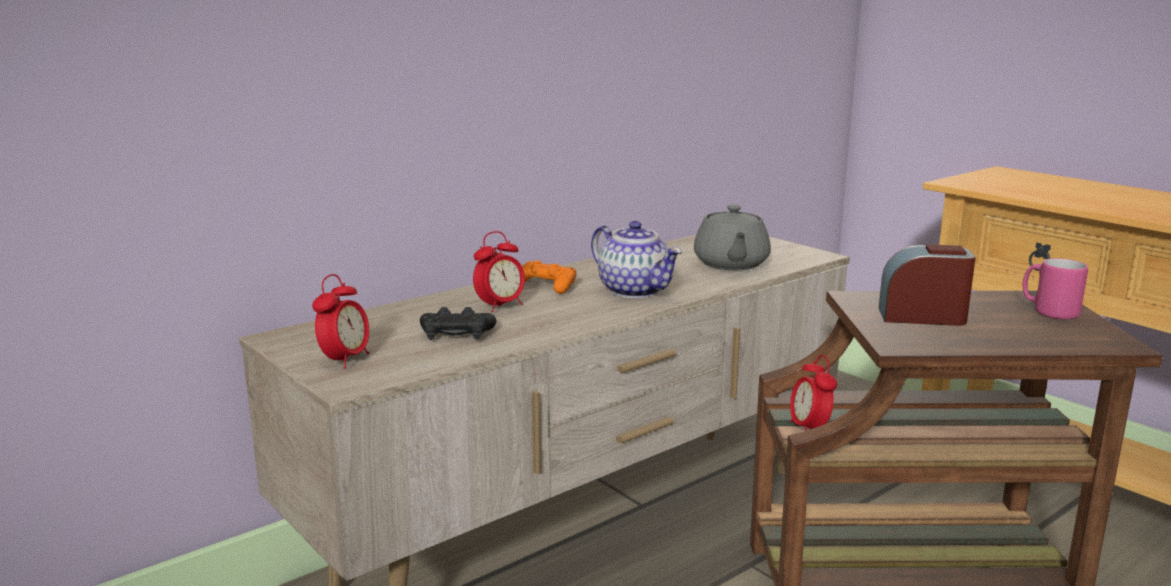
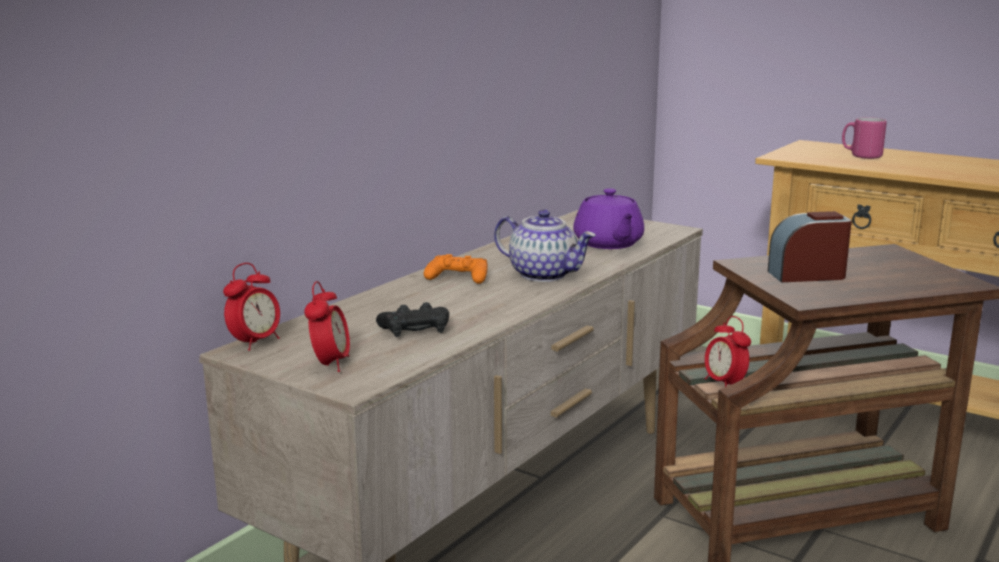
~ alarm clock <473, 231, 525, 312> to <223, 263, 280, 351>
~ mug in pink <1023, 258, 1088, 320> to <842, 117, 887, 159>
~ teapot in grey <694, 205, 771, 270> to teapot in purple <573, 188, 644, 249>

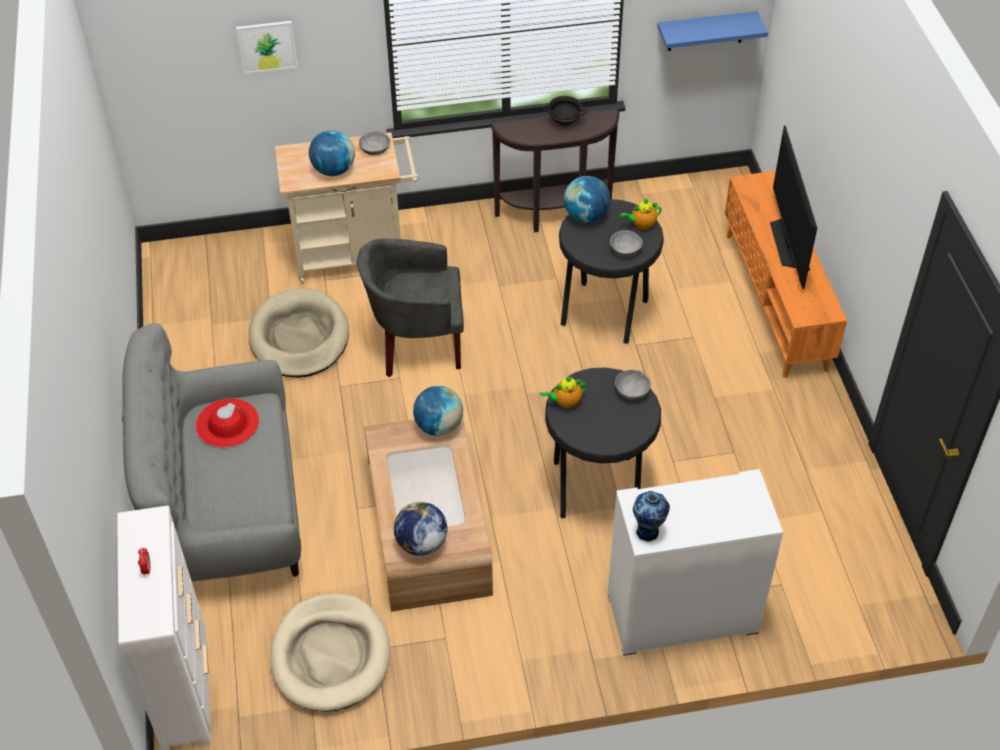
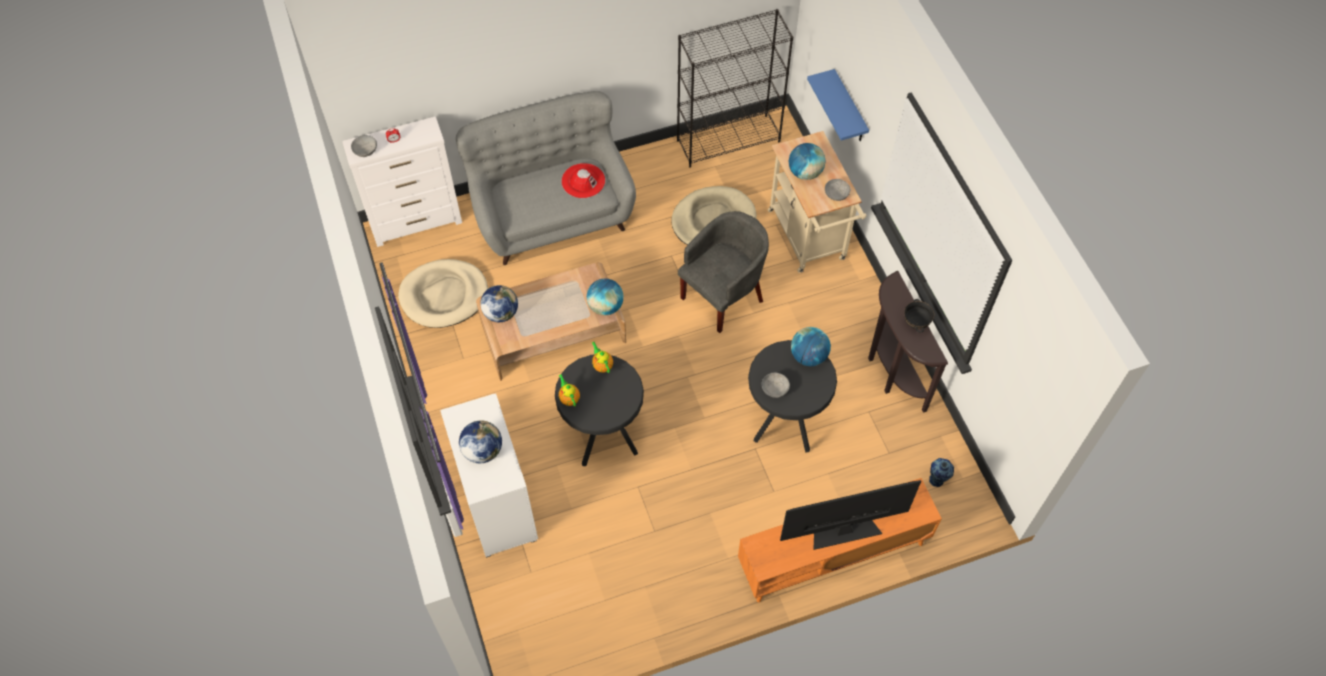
- picture <236, 21, 298, 74>
+ globe <459, 420, 502, 463>
+ bookcase in black <677, 9, 793, 168>
~ bowl in grey <615, 370, 651, 400> to <351, 135, 377, 157>
~ teapot <620, 198, 662, 230> to <559, 374, 580, 407>
~ vase <633, 491, 670, 542> to <928, 458, 954, 487>
~ shelf in blue <657, 11, 768, 51> to <807, 69, 869, 141>
~ armchair in grey <357, 239, 464, 377> = <678, 211, 769, 333> 60 degrees clockwise

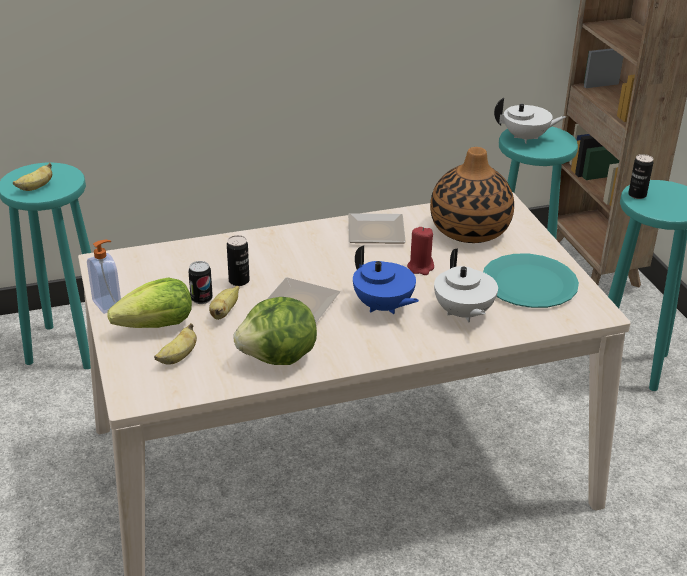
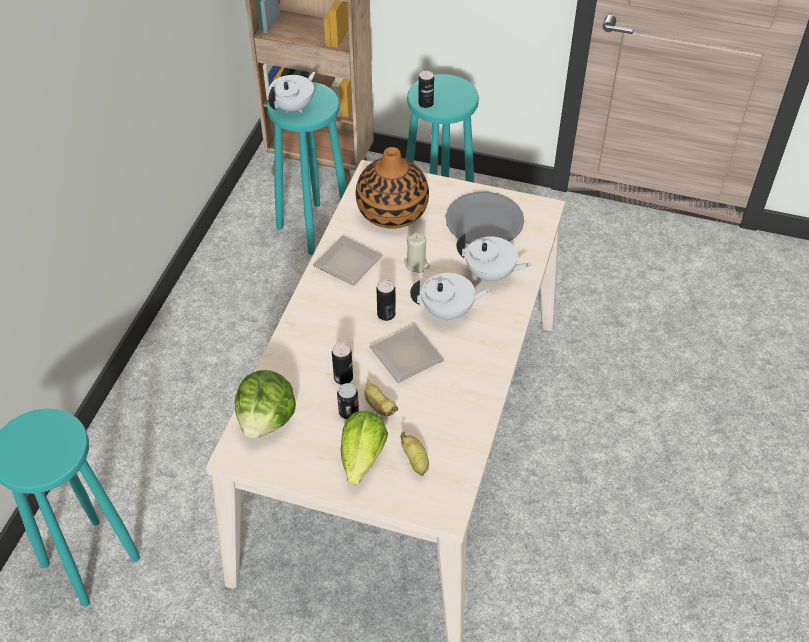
- banana <13, 163, 52, 191>
- soap dispenser <87, 240, 121, 314>
+ can <377, 279, 396, 321>
~ lettuce <233, 297, 317, 365> to <235, 370, 296, 438>
~ teapot in blue <353, 245, 419, 314> to teapot in white <410, 273, 491, 322>
~ candle in red <407, 227, 434, 275> to candle in beige <404, 233, 430, 273>
~ plate in turquoise <483, 254, 579, 308> to plate in grey <445, 191, 524, 244>

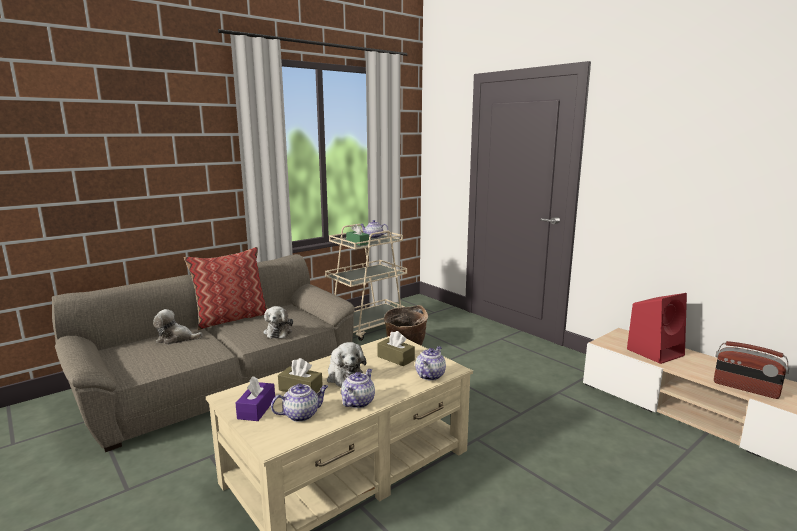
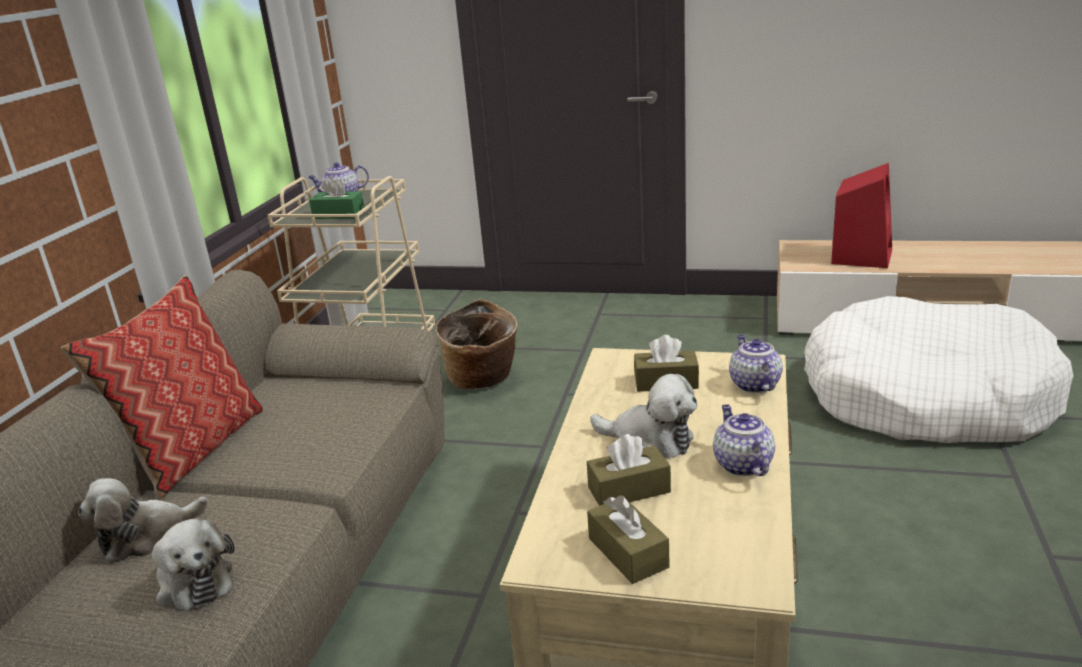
- teapot <271, 384, 328, 422>
- radio <714, 341, 789, 399>
+ dog bed in white <804, 296, 1074, 443>
~ plush toy <264, 306, 293, 339> to <152, 518, 235, 610>
~ tissue box in purple <235, 376, 275, 421> to tissue box in brown <587, 495, 670, 584>

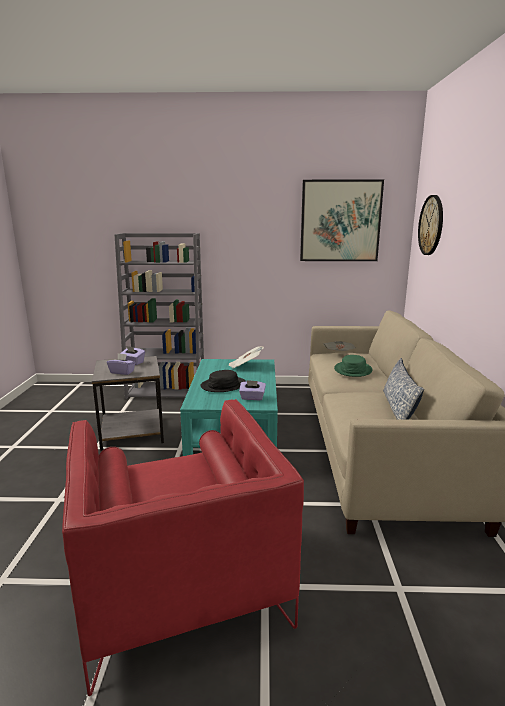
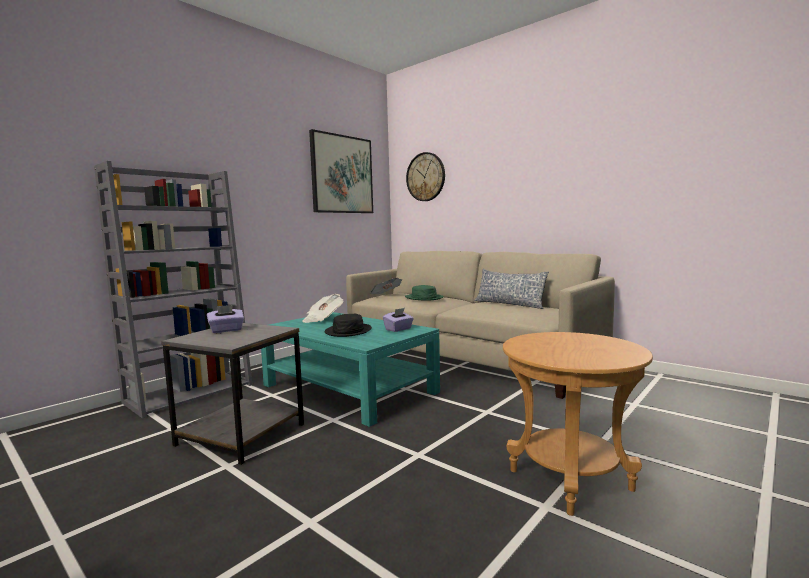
- tissue box in purple <107, 353, 136, 375>
~ armchair in red <62, 399, 304, 696> to side table in brown <503, 332, 653, 516>

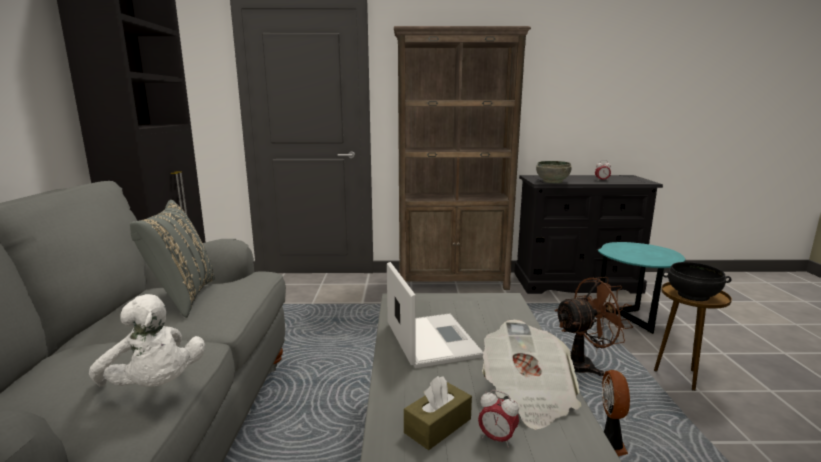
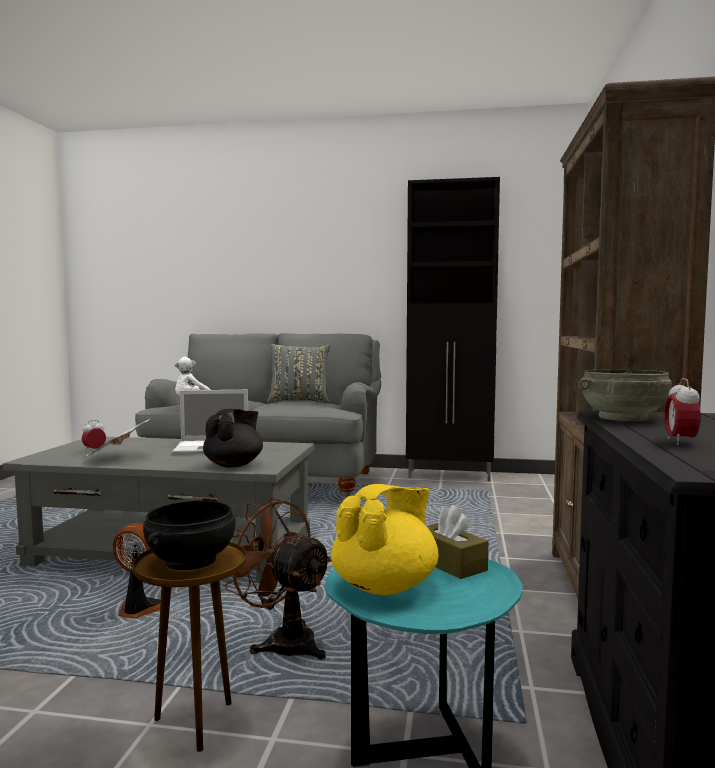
+ teapot in black <203, 409, 263, 467>
+ teapot in yellow <331, 484, 439, 595>
~ tissue box in brown <404, 376, 472, 450> to <426, 505, 488, 579>
~ fan in brown <554, 277, 633, 377> = <225, 498, 332, 660> 135 degrees clockwise

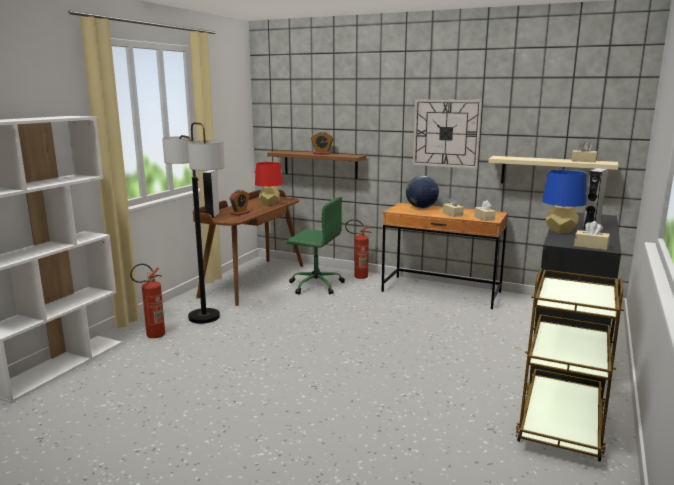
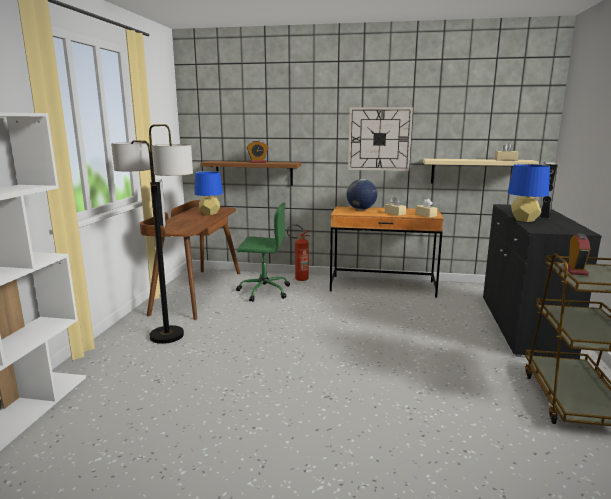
- fire extinguisher <130, 263, 165, 338>
- tissue box in beige <574, 221, 610, 250>
~ alarm clock <229, 190, 250, 216> to <564, 233, 590, 276>
~ table lamp in red <255, 162, 283, 205> to table lamp in blue <194, 171, 223, 215>

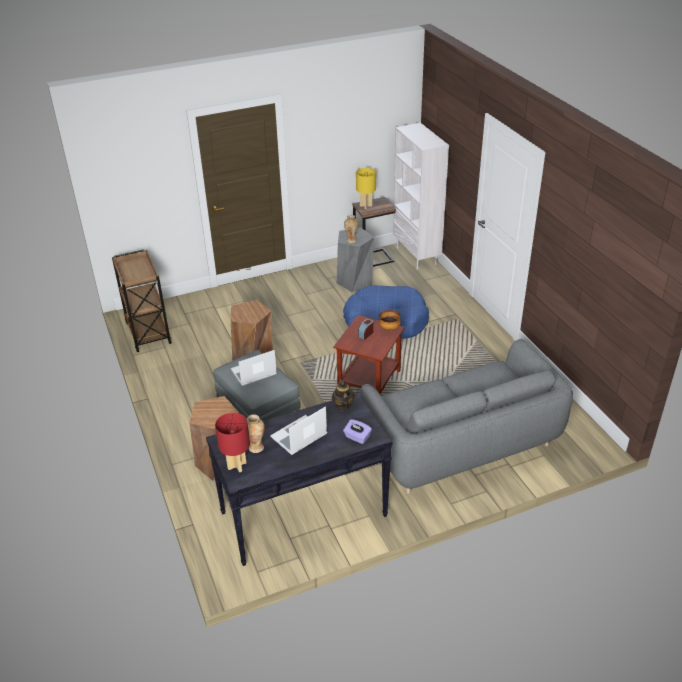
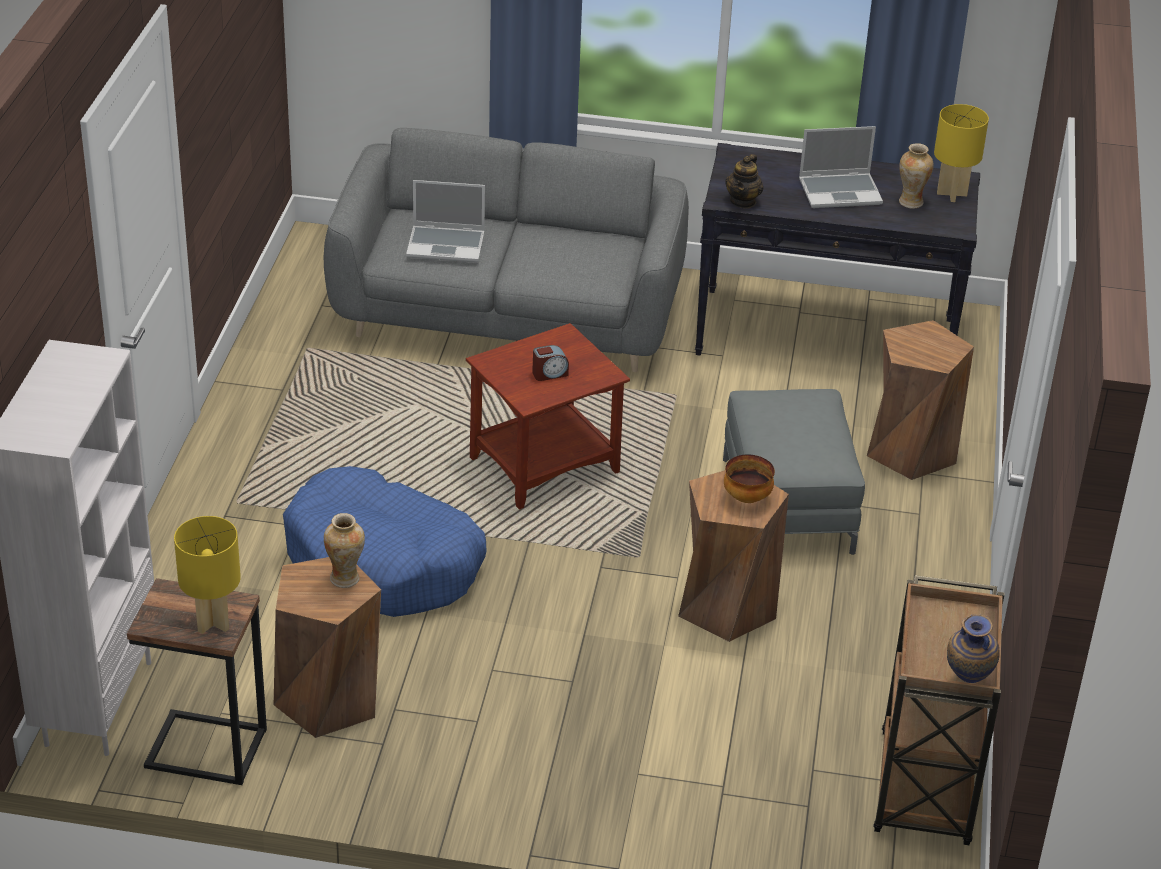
- tissue box in purple <343, 419, 372, 444>
+ vase <947, 614, 1000, 683>
~ laptop <231, 350, 277, 386> to <406, 180, 485, 262>
~ bowl <379, 310, 401, 331> to <724, 455, 775, 503>
~ table lamp in red <215, 413, 250, 472> to table lamp in yellow <934, 104, 989, 202>
~ stool in grey <337, 228, 374, 292> to stool in brown <274, 557, 381, 738>

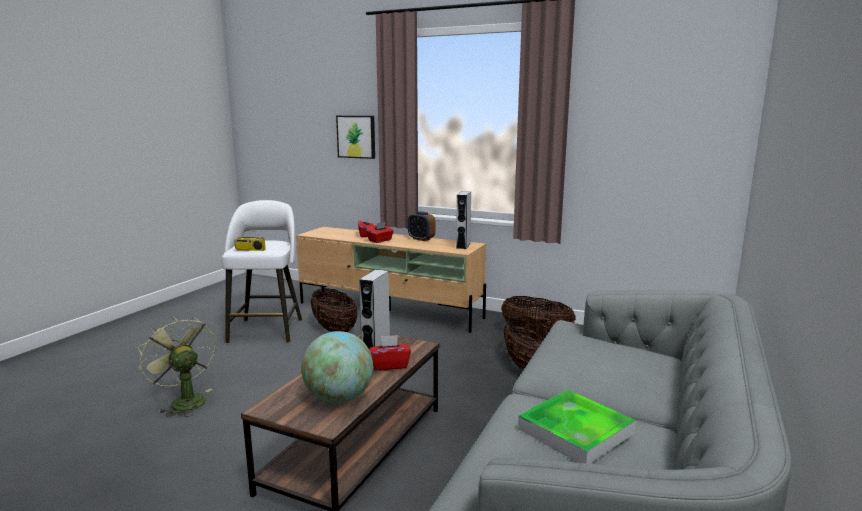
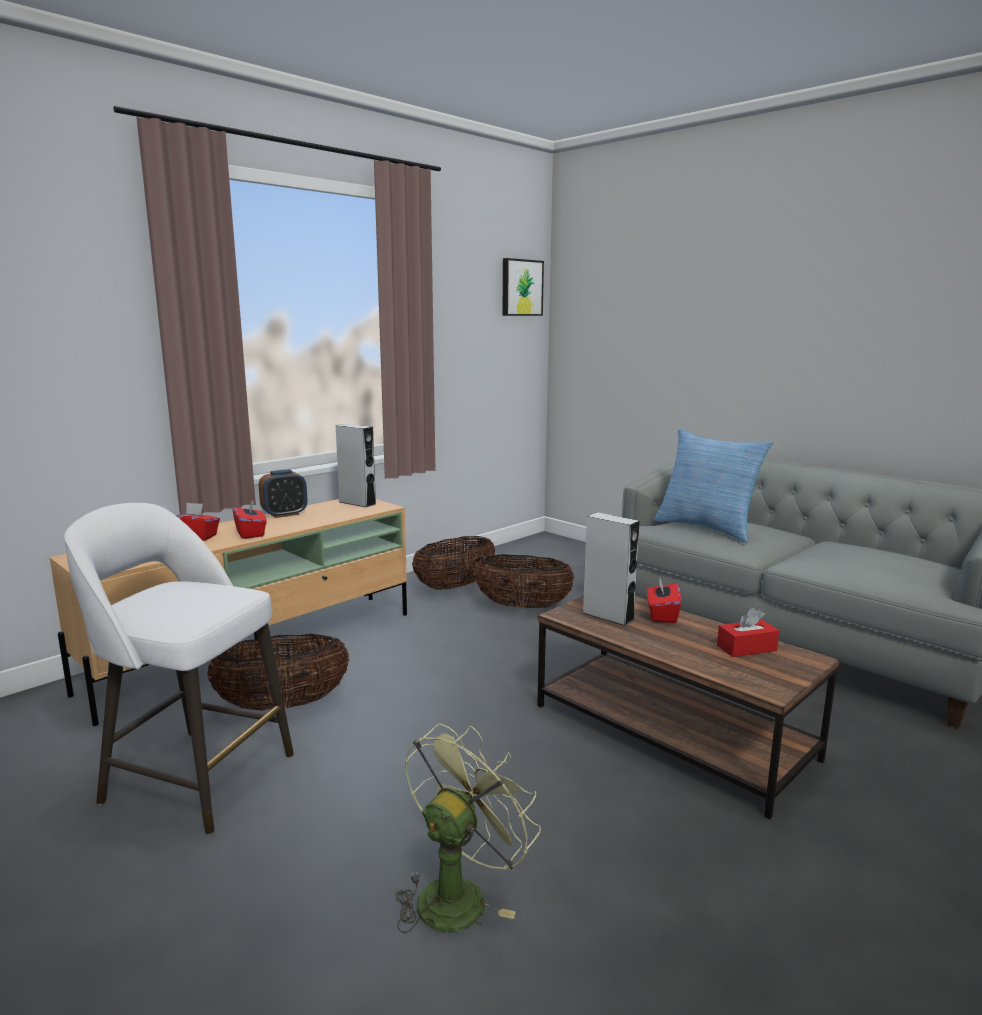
- radio <234, 221, 266, 251>
- tray <518, 390, 636, 464>
+ pillow <654, 428, 773, 543>
~ picture <336, 116, 375, 159> to <502, 258, 544, 316>
~ globe <301, 331, 373, 404> to tissue box in red <717, 608, 779, 657>
~ fan in green <137, 316, 216, 417> = <396, 724, 541, 933> 150 degrees clockwise

